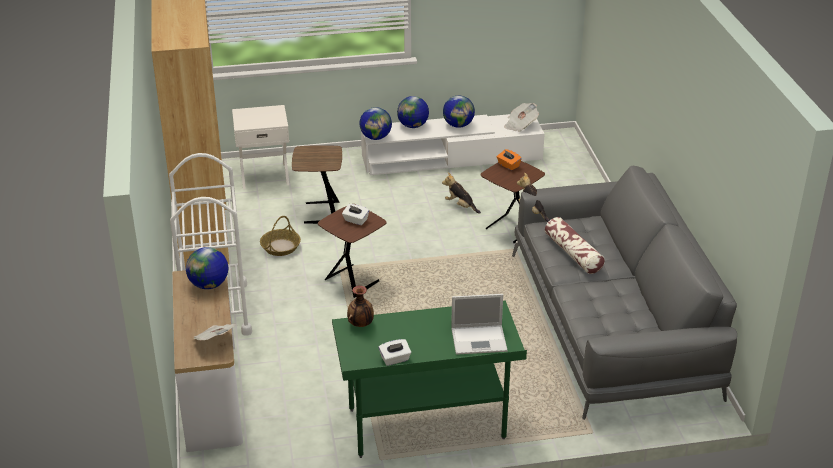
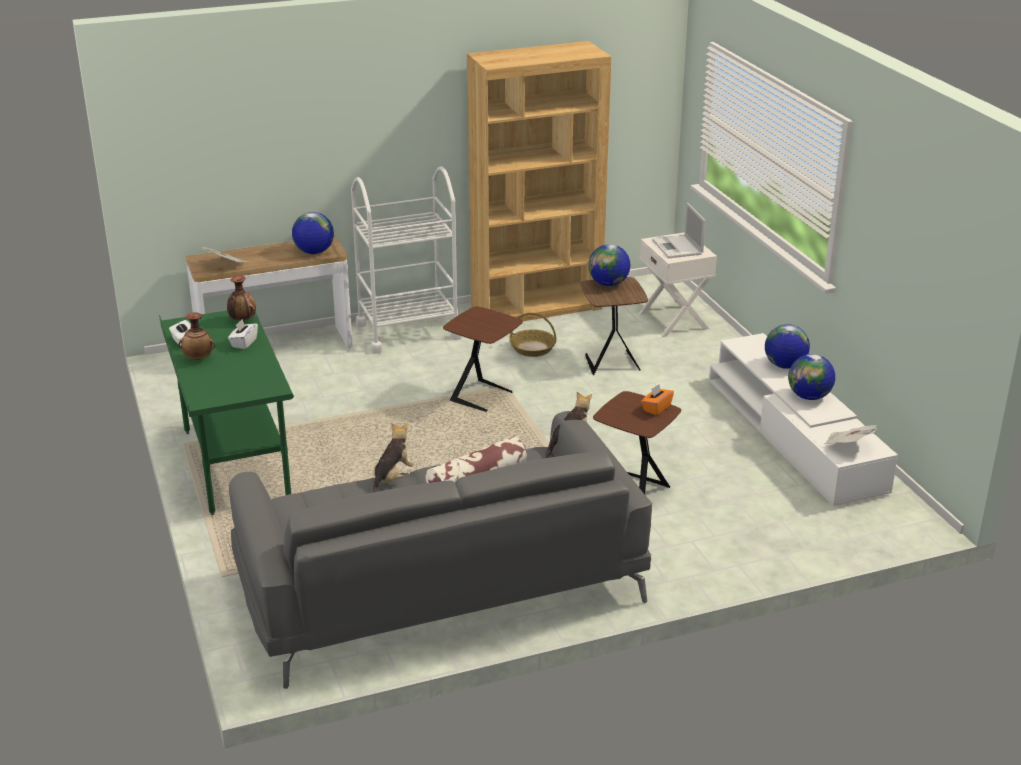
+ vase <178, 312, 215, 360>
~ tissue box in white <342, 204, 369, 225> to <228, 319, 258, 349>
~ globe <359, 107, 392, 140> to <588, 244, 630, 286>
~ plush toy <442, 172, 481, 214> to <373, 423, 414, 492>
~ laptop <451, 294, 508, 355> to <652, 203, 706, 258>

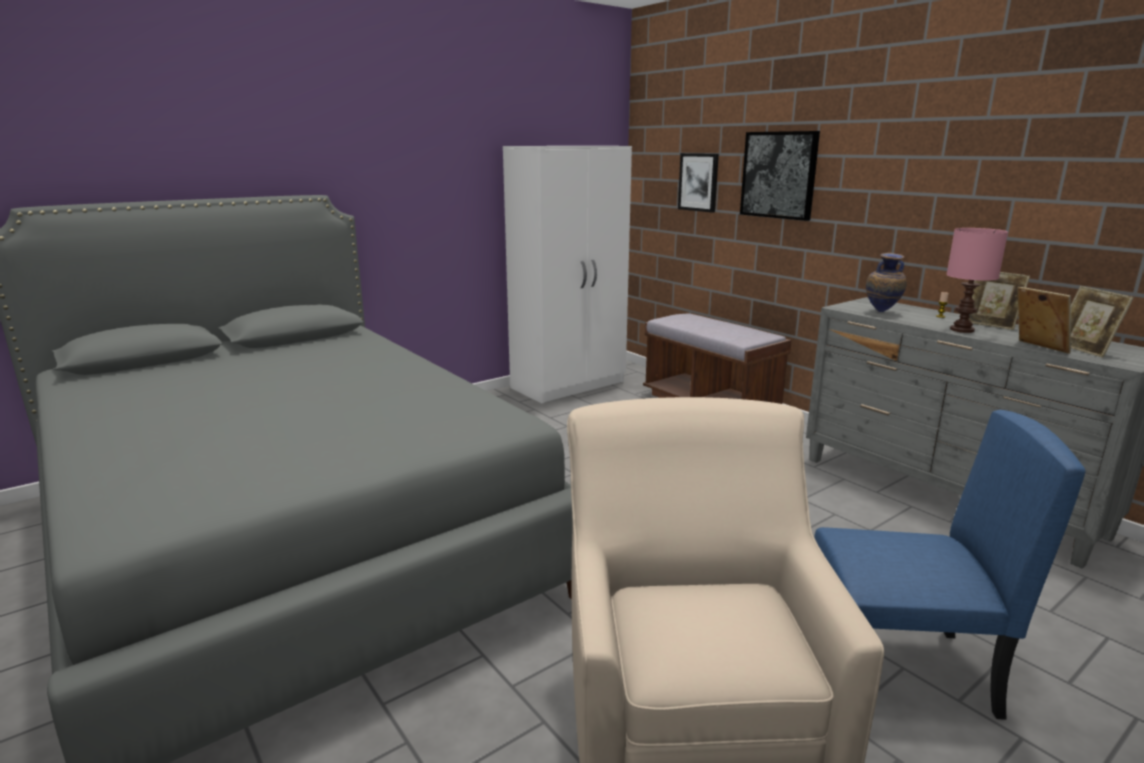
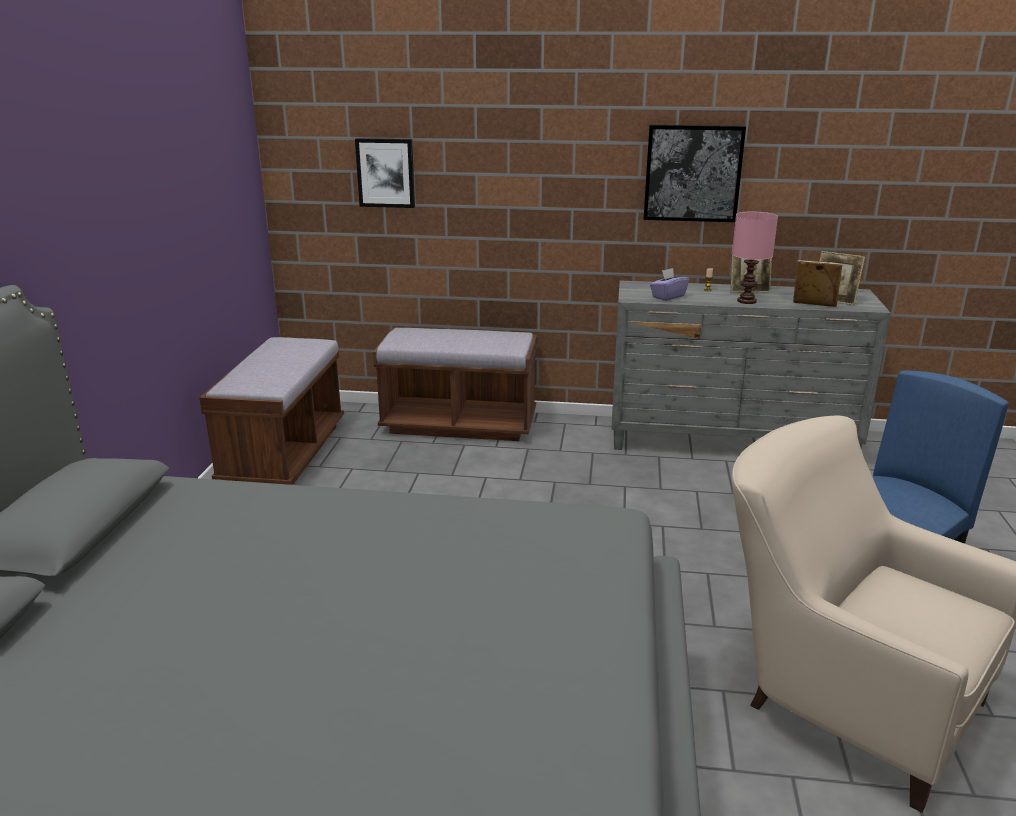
~ picture <740, 131, 820, 221> to <643, 125, 746, 222>
~ wardrobe in white <503, 146, 632, 403> to bench in brown <199, 337, 344, 485>
~ vase <866, 253, 907, 312> to tissue box in purple <650, 268, 689, 301>

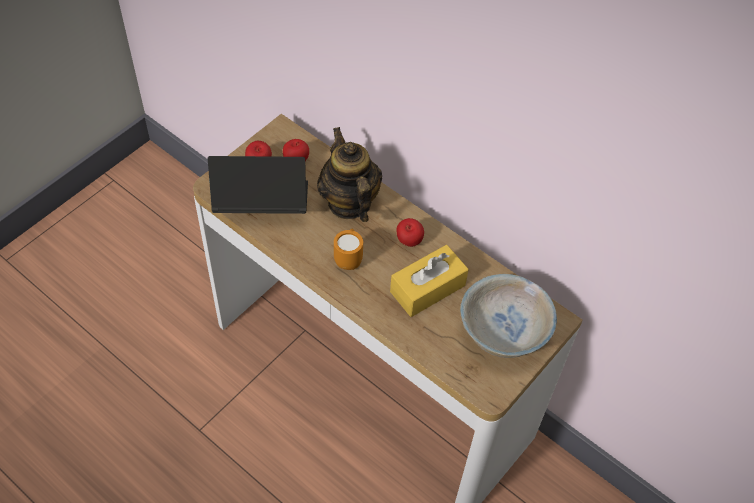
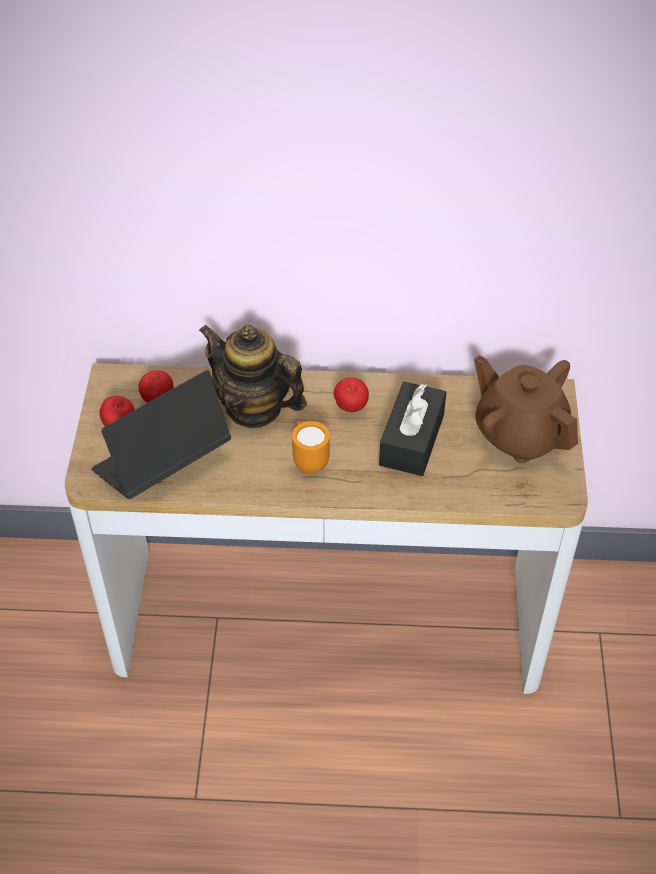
~ bowl in white <460, 274, 557, 358> to teapot in brown <474, 355, 578, 463>
~ tissue box in yellow <390, 245, 469, 317> to tissue box in black <379, 382, 447, 476>

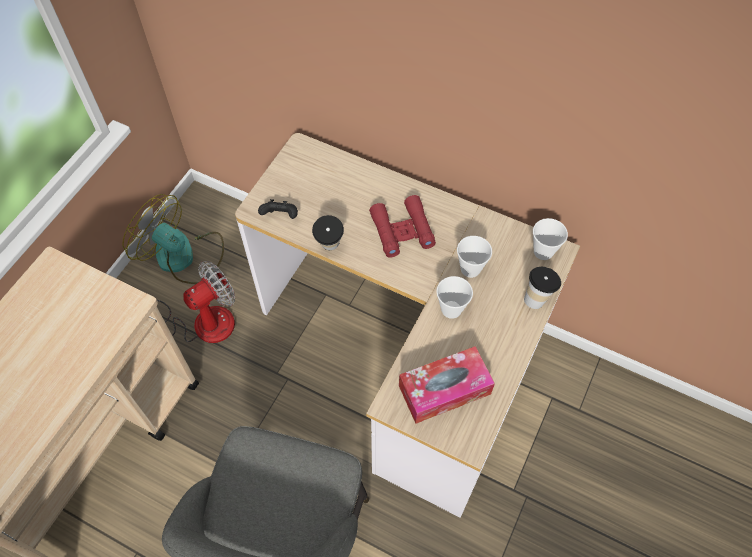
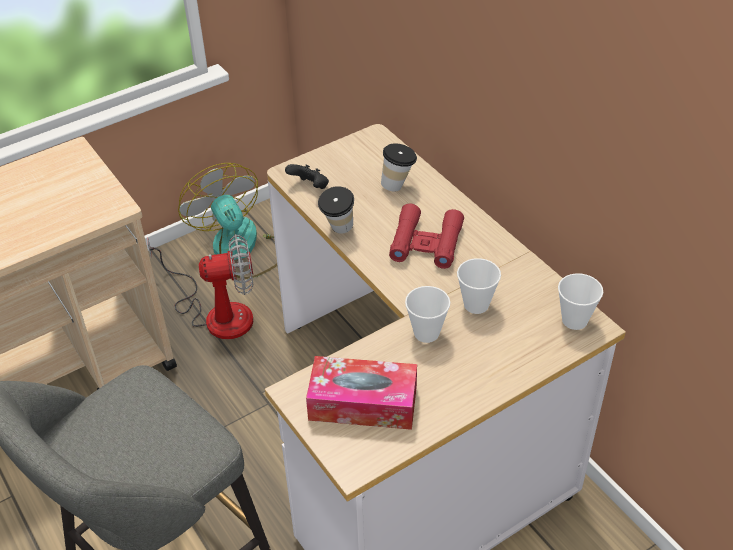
~ cup <524, 267, 561, 309> to <381, 143, 417, 192>

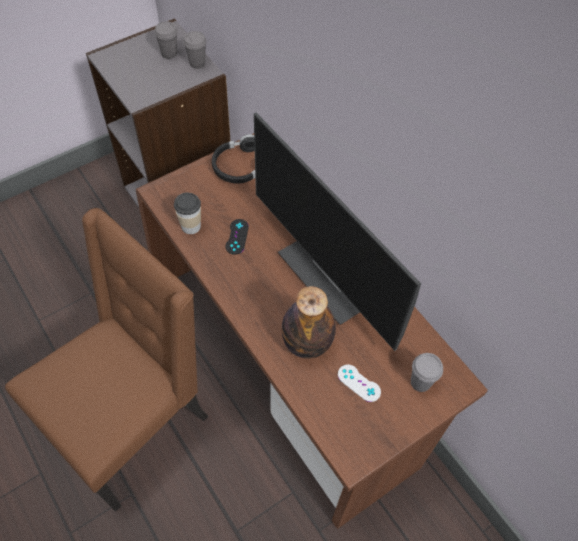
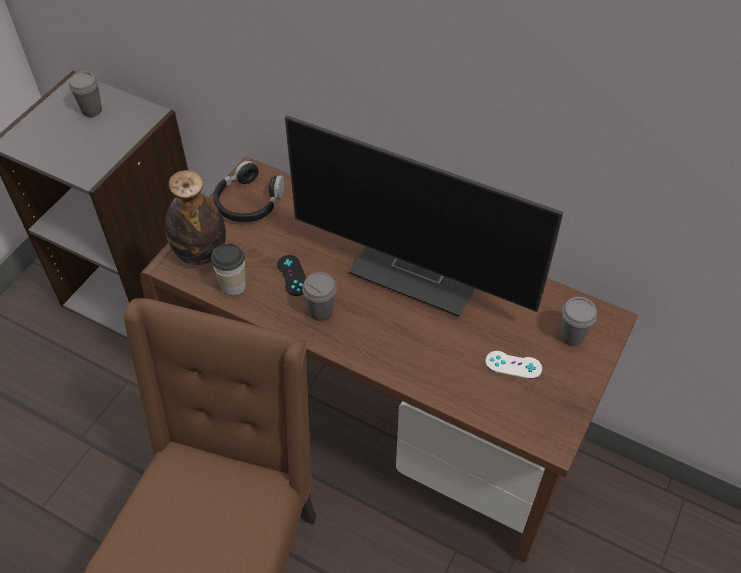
~ cup in grey <183, 31, 207, 69> to <302, 272, 337, 321>
~ bottle <282, 286, 336, 359> to <165, 170, 226, 265>

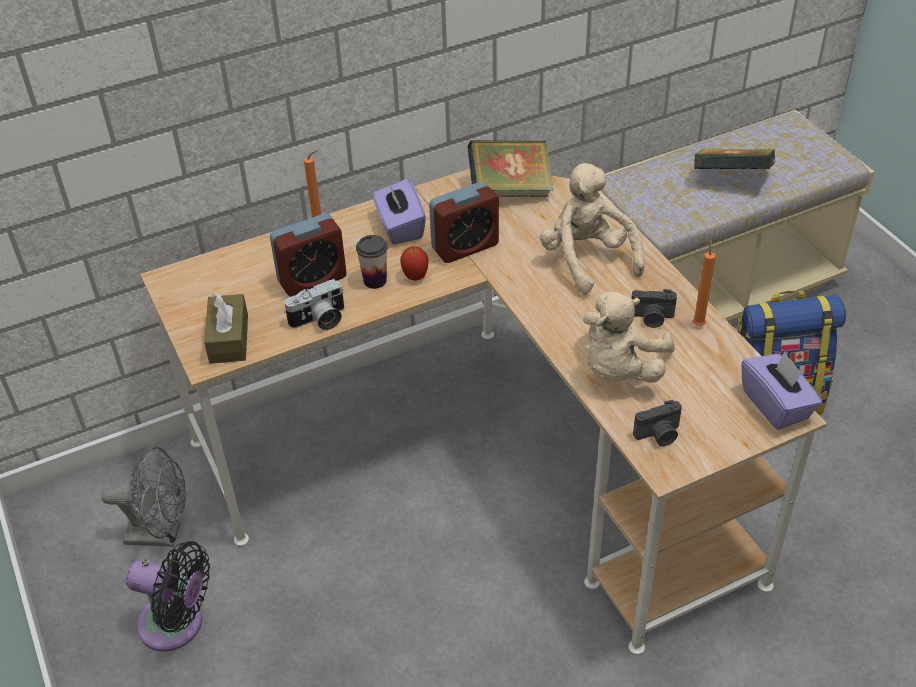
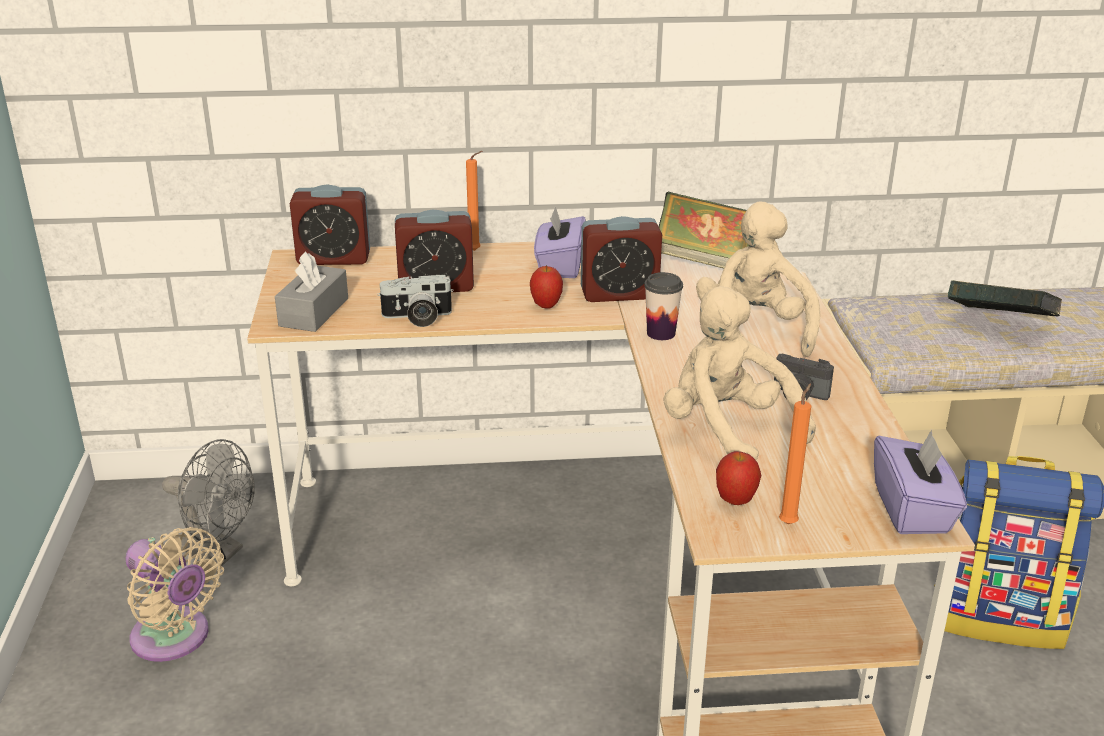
+ alarm clock <290, 185, 370, 265>
~ cup <356, 235, 388, 289> to <644, 272, 683, 340>
~ candle in orange <693, 239, 716, 326> to <779, 383, 811, 524>
~ photo camera <633, 400, 682, 446> to apple <716, 451, 761, 505>
~ fan in black <126, 541, 210, 652> to fan in beige <125, 527, 224, 662>
~ tissue box in brown <204, 294, 248, 364> to tissue box in grey <275, 251, 348, 332>
~ plush toy in beige <583, 292, 675, 383> = <664, 286, 816, 461> 90 degrees clockwise

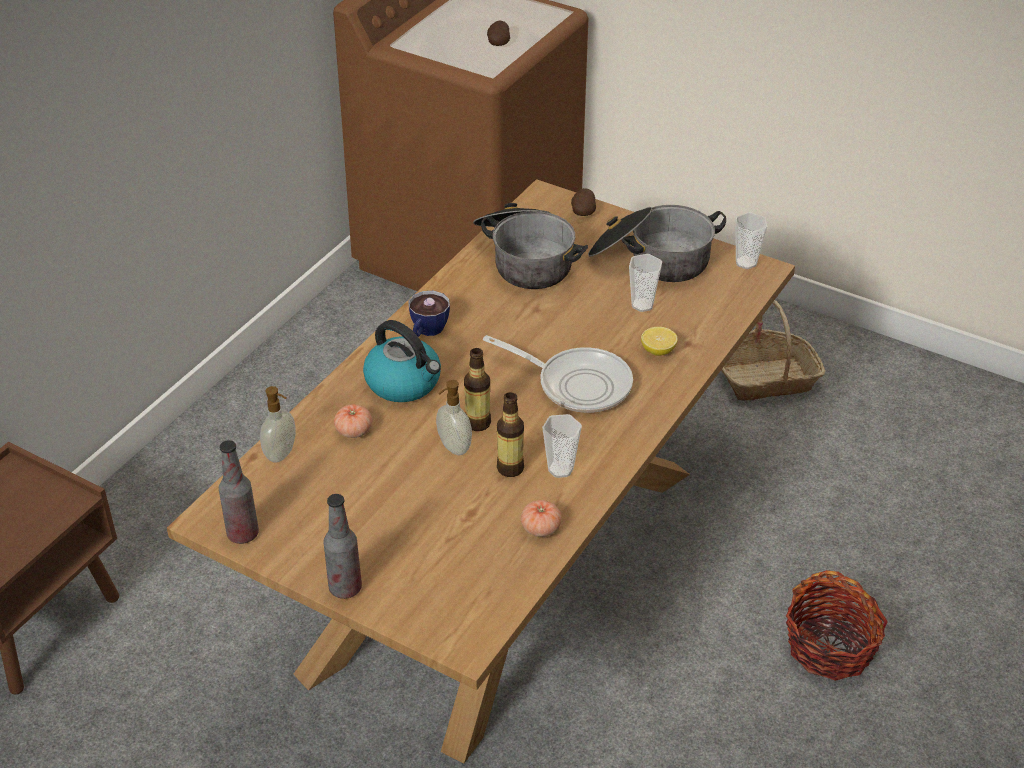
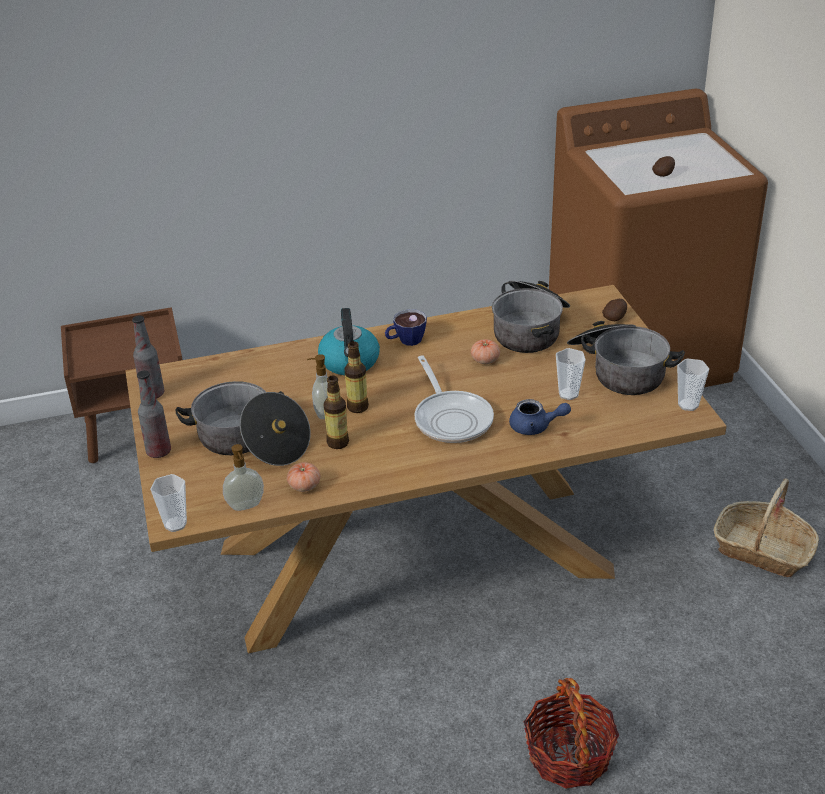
+ cooking pot <175, 381, 311, 466>
~ soap dispenser <260, 386, 296, 463> to <223, 444, 264, 511>
~ tomato <334, 404, 372, 438> to <471, 339, 500, 364>
~ cup <542, 414, 582, 478> to <150, 474, 187, 532>
~ lemon <641, 327, 677, 356> to teapot in blue <509, 399, 571, 435>

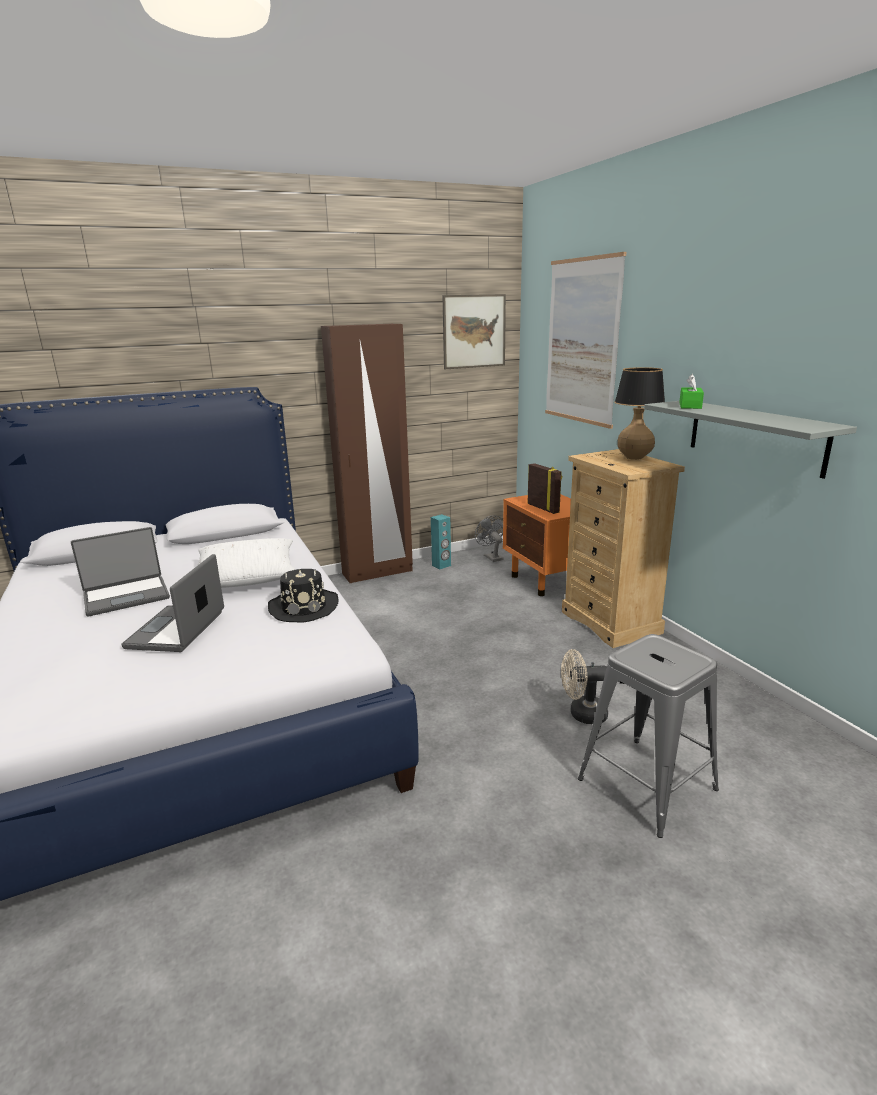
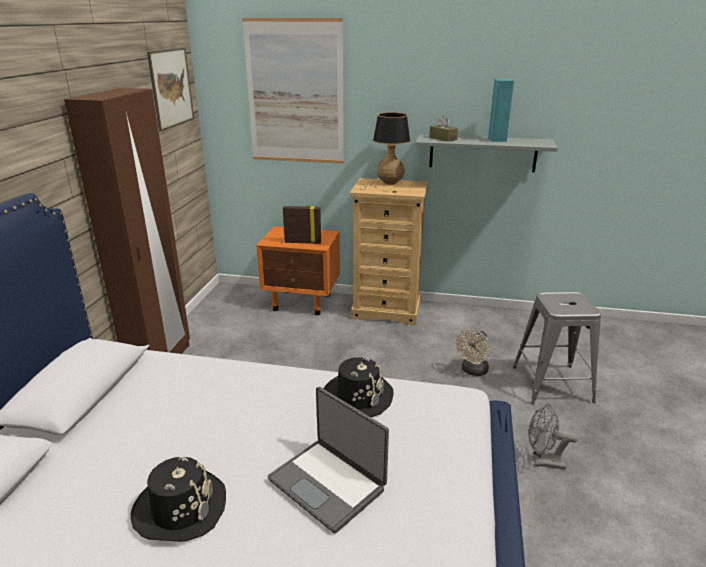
- pillow in white <197, 538, 296, 588>
~ speaker in turquoise <431, 514, 451, 569> to <488, 79, 514, 142>
~ fan in grey <475, 515, 503, 562> to <529, 404, 578, 470>
~ laptop <71, 527, 170, 617> to hat in black <130, 456, 226, 542>
~ tissue box in green <679, 374, 704, 409> to tissue box in brown <429, 116, 458, 142>

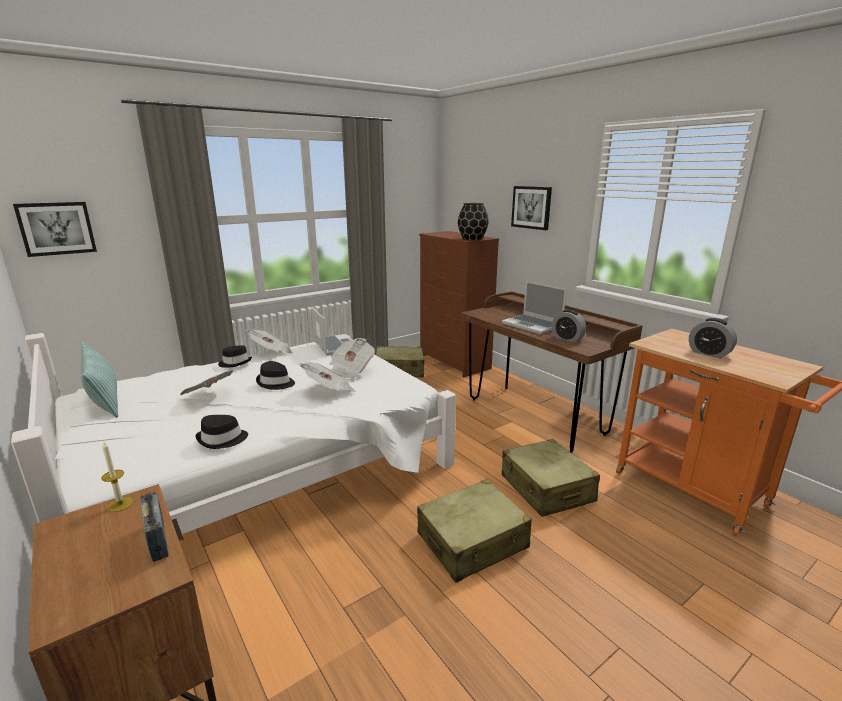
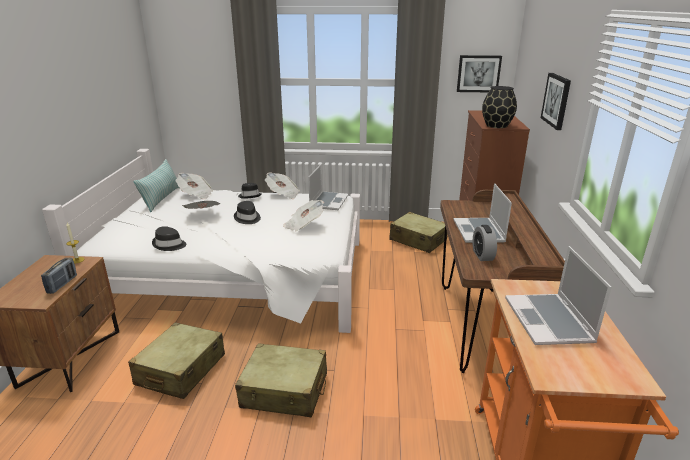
~ picture <13, 202, 97, 257> to <457, 55, 502, 92>
~ newspaper <299, 363, 356, 392> to <175, 173, 214, 199>
~ suitcase in beige <502, 439, 600, 517> to <128, 322, 225, 399>
~ alarm clock <689, 318, 737, 359> to laptop <505, 246, 612, 345>

